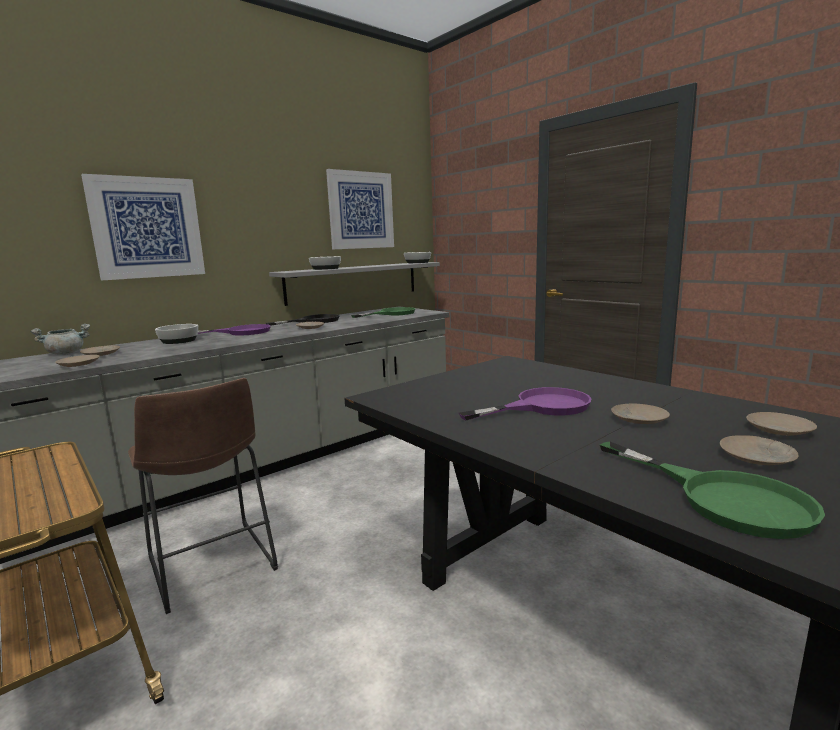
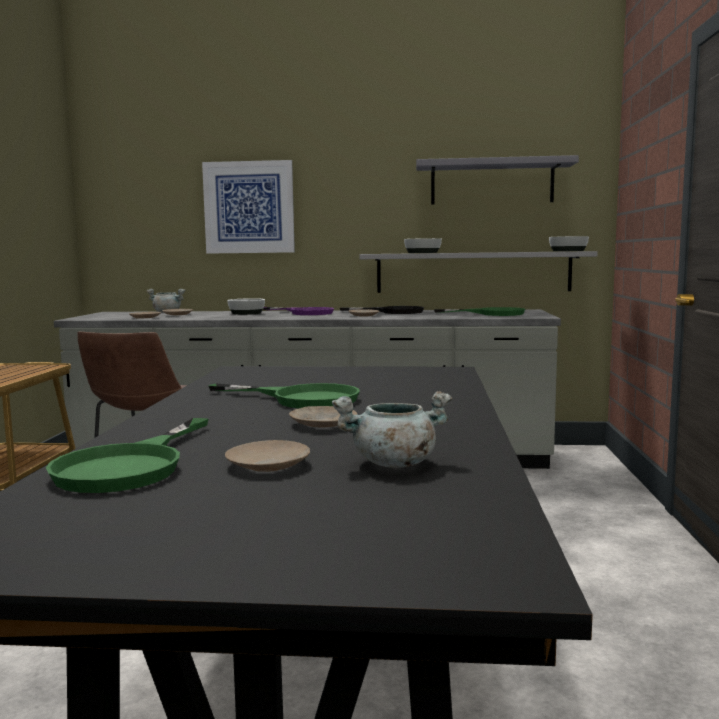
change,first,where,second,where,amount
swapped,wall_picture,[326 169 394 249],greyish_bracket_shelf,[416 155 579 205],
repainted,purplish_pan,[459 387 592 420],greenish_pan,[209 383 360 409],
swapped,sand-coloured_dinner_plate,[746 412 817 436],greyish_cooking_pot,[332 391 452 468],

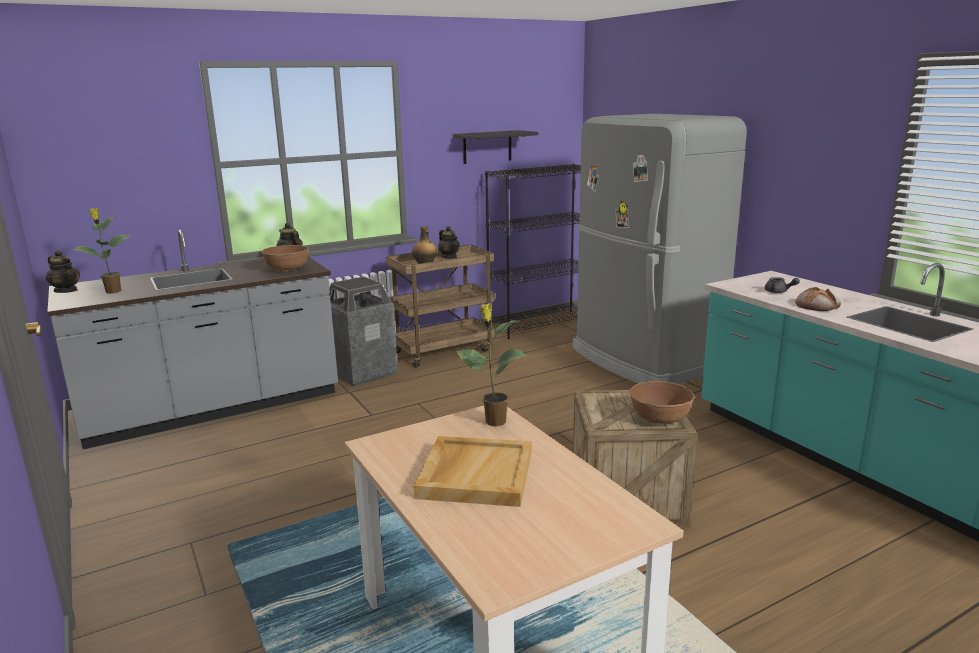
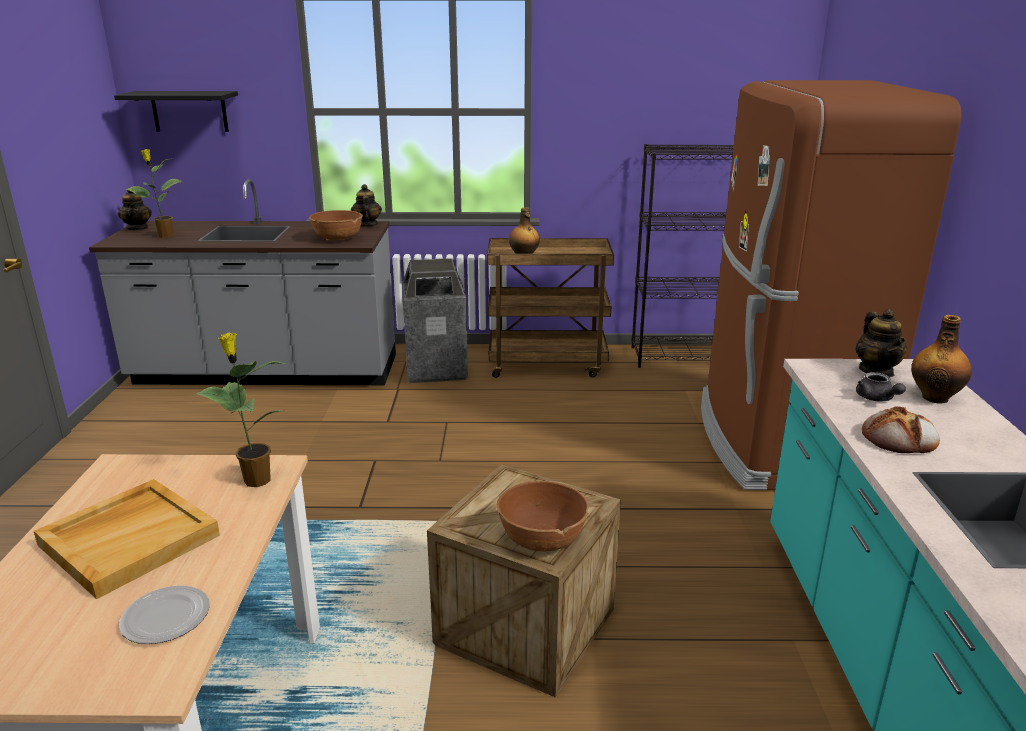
change,first,where,second,where,amount
repainted,greyish_refrigerator,[573 114 747 384],brown-coloured_refrigerator,[701 80 962 490],
shifted,black_bracket_shelf,[453 130 539 164],,[114 91 238 132],
shifted,pot_for_tea,[438 226 460 258],,[856 309 907 377],
new,,,beverage_bottle,[911 315 972 403],
new,,,dinner_plate,[119 586 210 644],

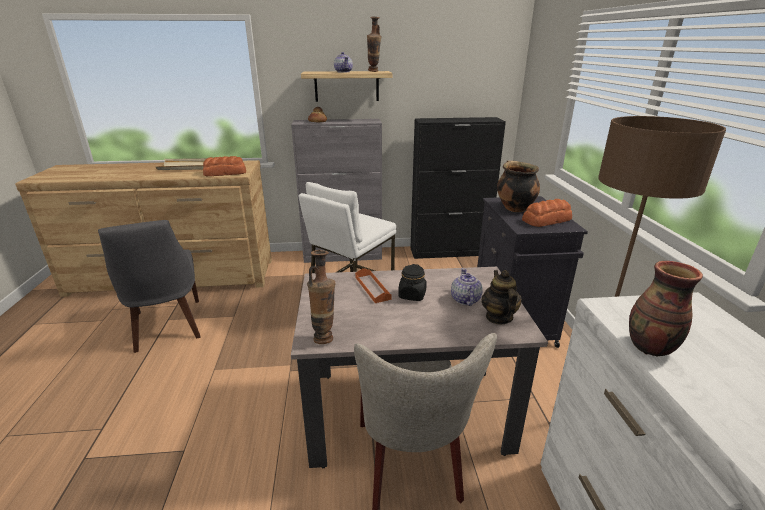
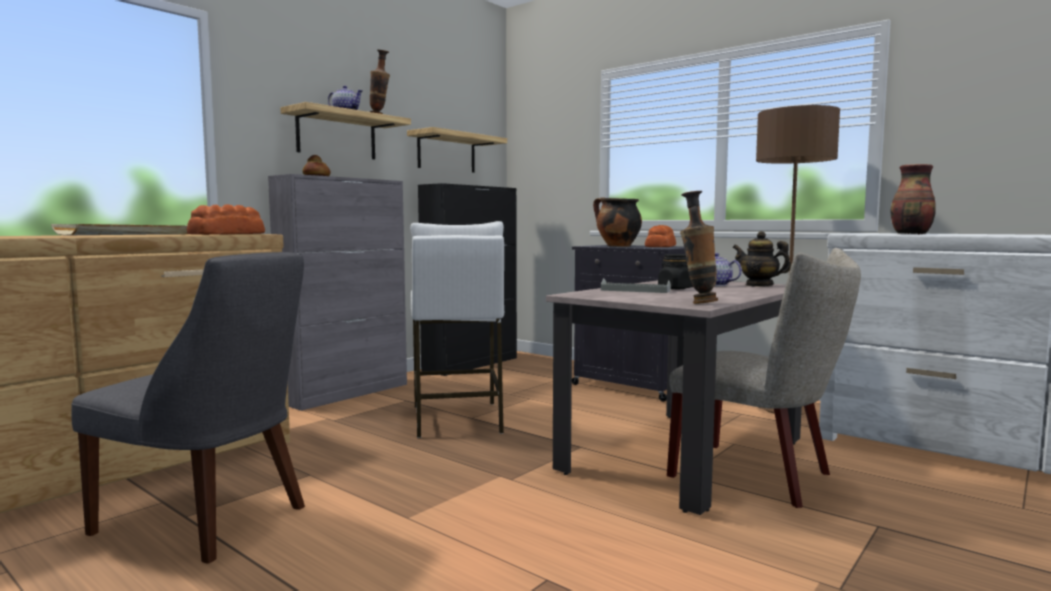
change,first,where,second,where,amount
repainted,orange-coloured_serving_tray,[355 268 391 303],greyish_serving_tray,[601 278 671 293],
new,,,bracket_shelf,[407 127 507 173],

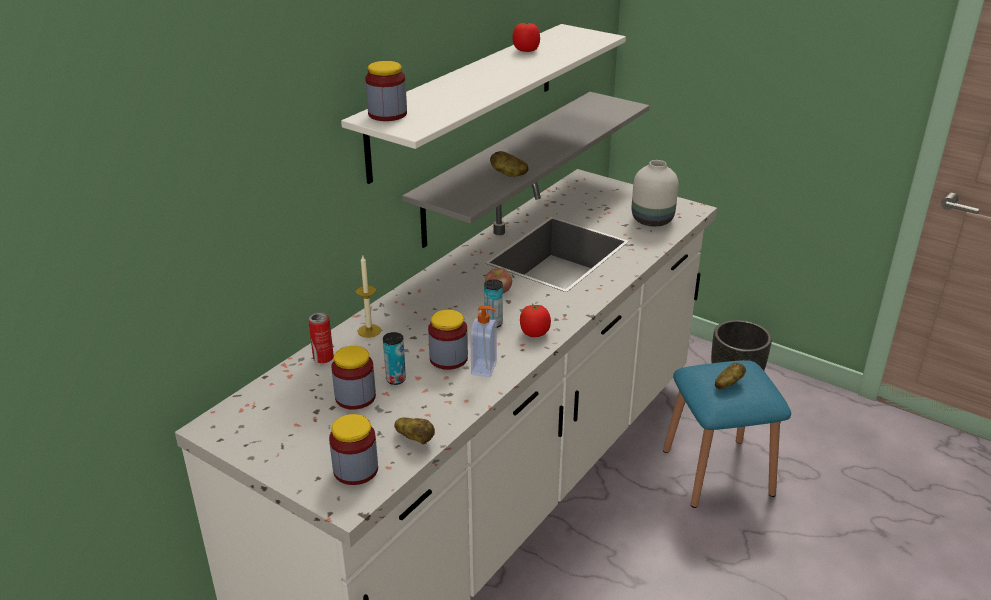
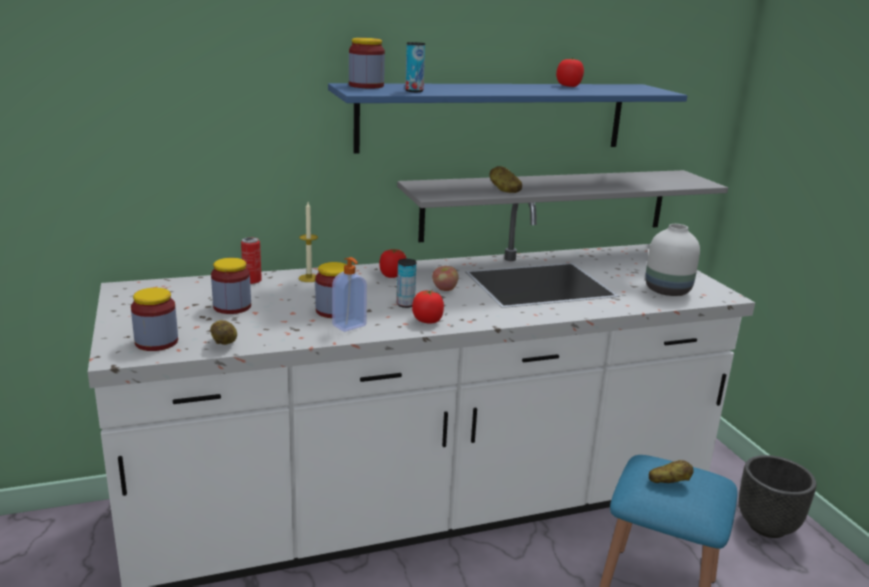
change,first,where,second,where,amount
repainted,white-coloured_bracket_shelf,[341 24 626 184],blue_bracket_shelf,[328 83 687 154],
shifted,can,[383 332 406 385],,[405 42 425 92],
new,,,fresh_tomato,[379 249 407 278],

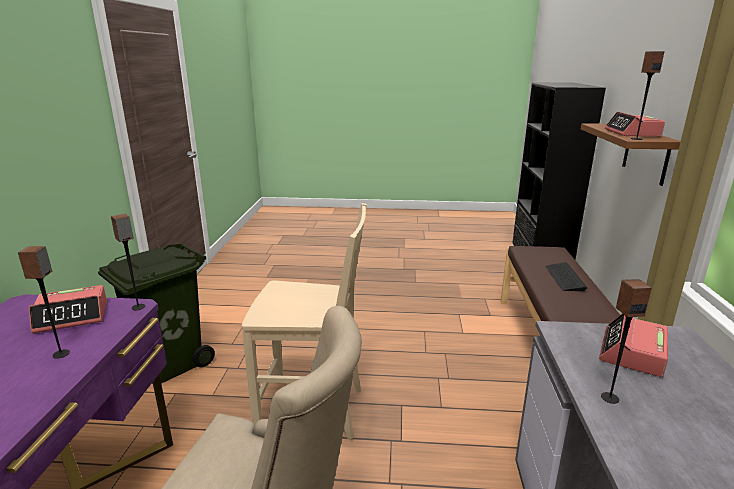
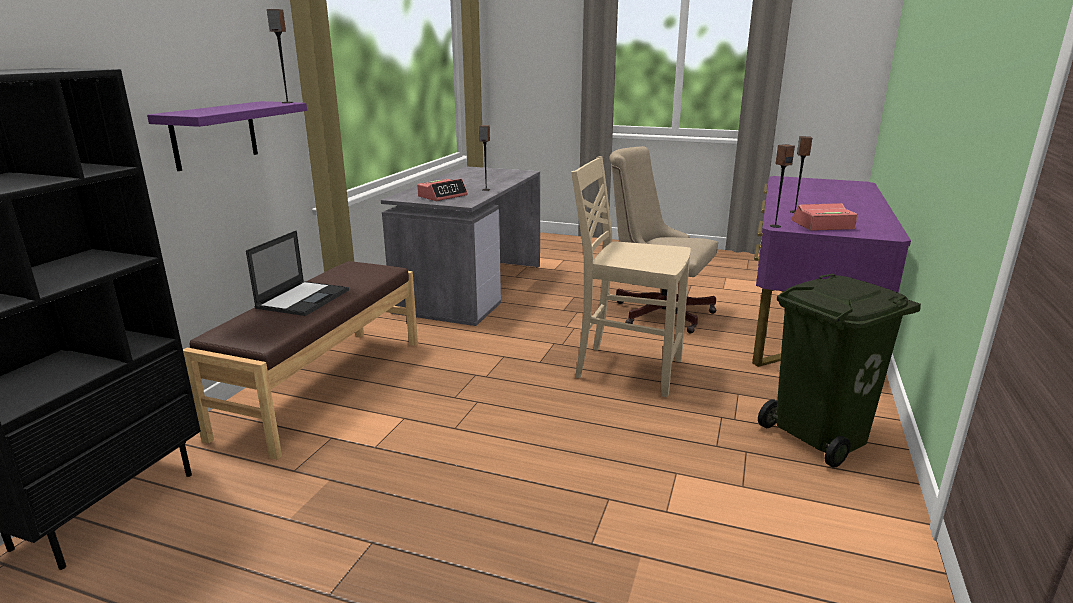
change,first,where,second,where,amount
gone,alarm_clock,[605 112 665 137],,,
repainted,brown-coloured_bracket_shelf,[581 123 681 186],purplish_bracket_shelf,[147 101 307 171],
swapped,PC_keyboard,[546 262 587 291],notebook_computer,[246 230 349 316],

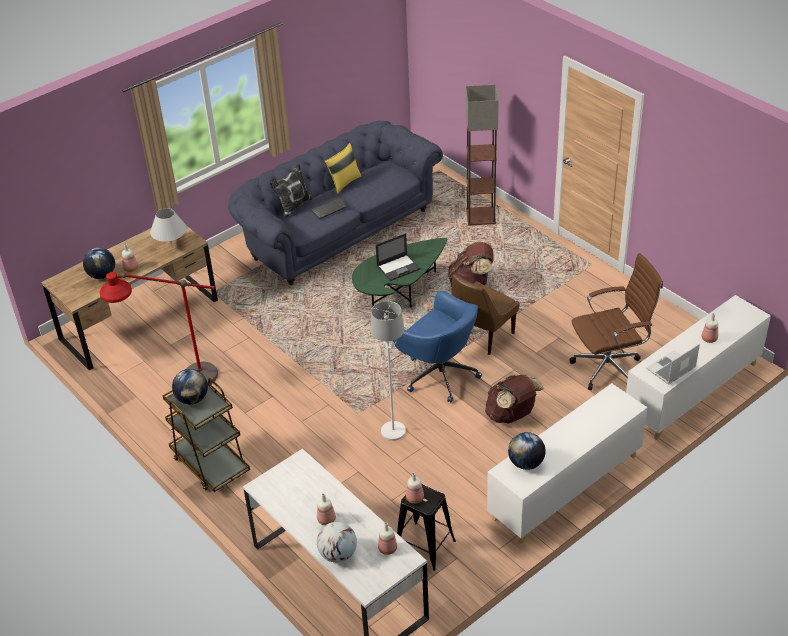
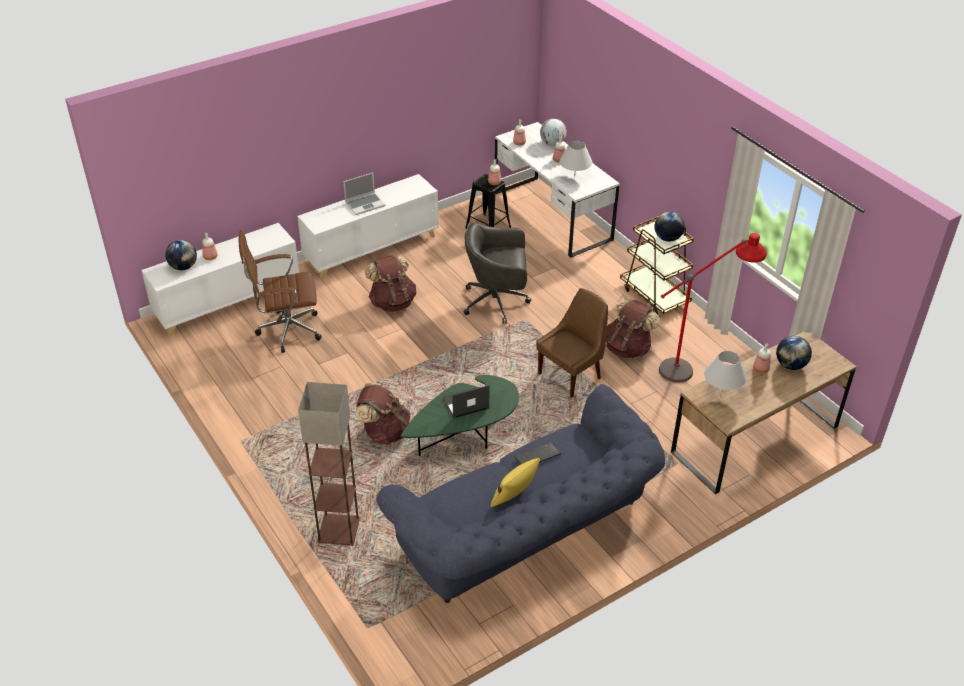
change,first,where,second,where,amount
gone,cushion,[270 164 313 219],,,
shifted,brown-coloured_plain_chair,[451 274 520 355],,[536 288 608 398],
gone,blue_desk_chair,[393 291 482 402],,,
swapped,white-coloured_floor_lamp,[370 301 406 441],greyish_desk_chair,[463 223 531 324],
shifted,notebook_computer,[646 343 700 385],,[343 172 385 215],
shifted,desk_globe,[508 432 546 470],,[165 240 197 270],
new,,,white-coloured_table_lamp,[559 141 593 177],
new,,,brown-coloured_rucksack,[606 299 660 358],

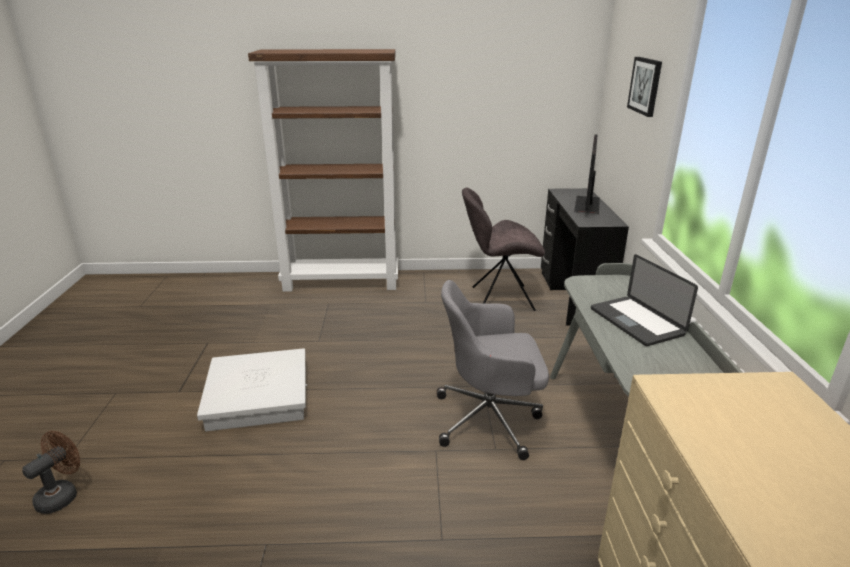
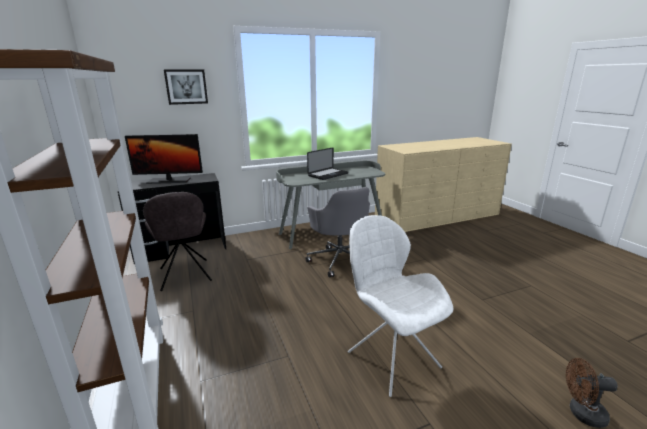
change,first,where,second,where,amount
swapped,white-coloured_storage_bin,[197 348 307 431],white-coloured_plain_chair,[348 215 453 397],

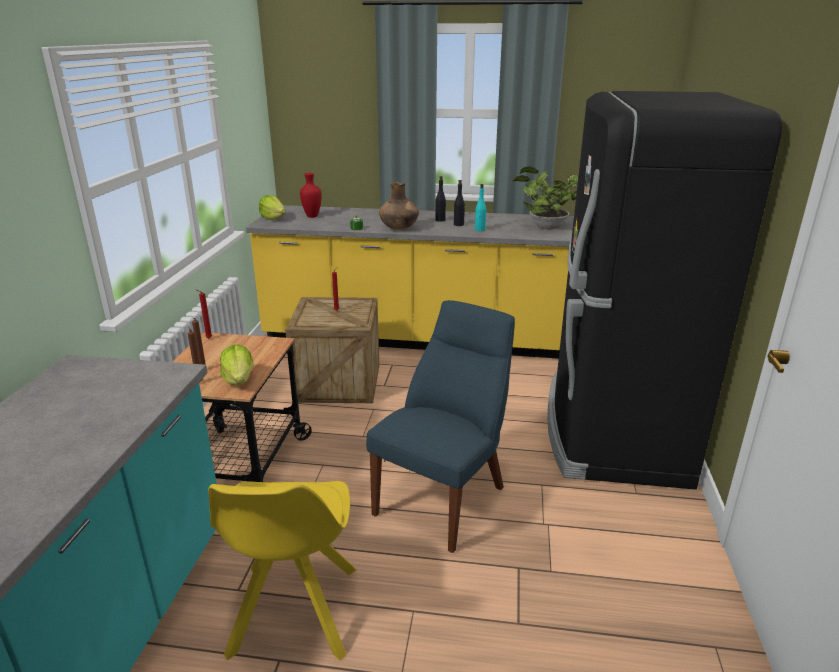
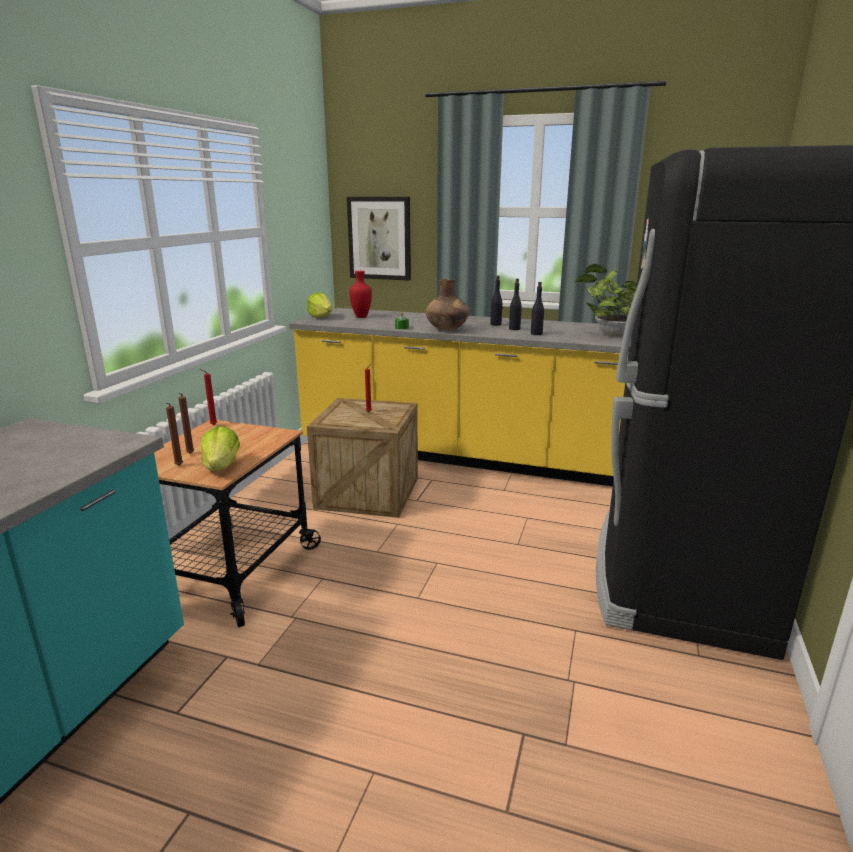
change,first,where,second,where,amount
repainted,turquoise_beverage_bottle,[475 184 486 231],black_beverage_bottle,[531 282 544 335],
gone,blue_plain_chair,[366 300 515 553],,,
gone,yellow_plain_chair,[208 481 356 660],,,
new,,,wall_picture,[347 197 411 281],

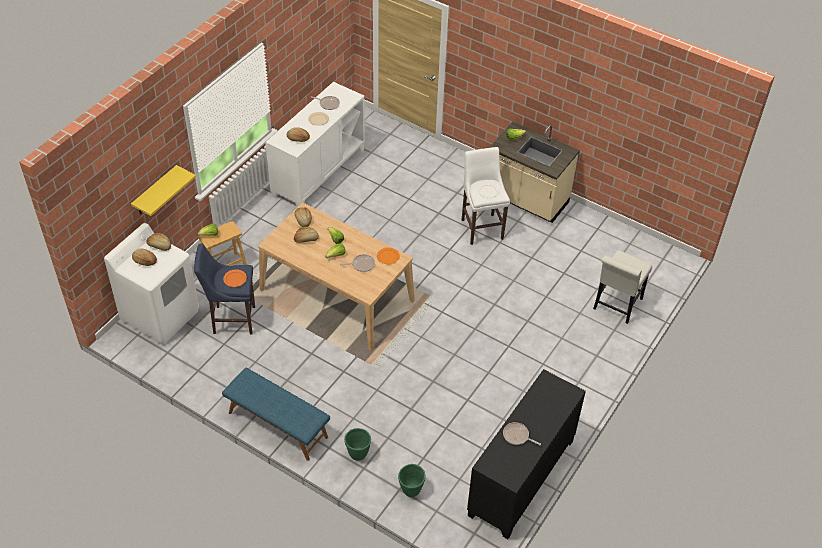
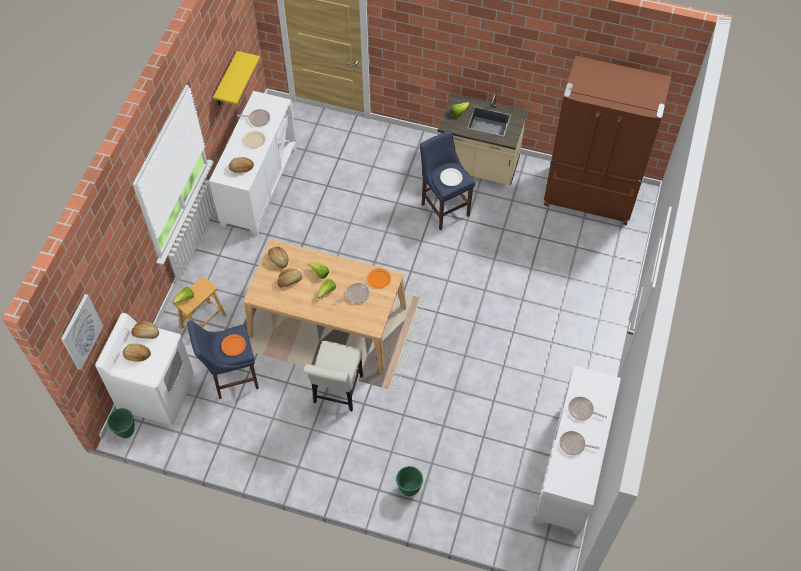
change,first,where,second,where,amount
repainted,white-coloured_stool,[462 147 510 245],blue_stool,[420 130 475 230],
shifted,yellow_bracket_shelf,[131 165 196 216],,[213 51 260 106],
shifted,white-coloured_plain_chair,[593 250 652 324],,[304 341 363 411],
gone,blue_indoor_bench,[222 368 330 461],,,
repainted,black_storage_cabinet,[467 369 586 539],white-coloured_storage_cabinet,[534 366 621 535],
shifted,greenish_flower_pot,[398 464 425 497],,[107 408 135 438],
new,,,brown-coloured_refrigerator,[544 56 671 225],
new,,,wall_picture,[61 294 103 370],
new,,,pan,[568 397 607 420],

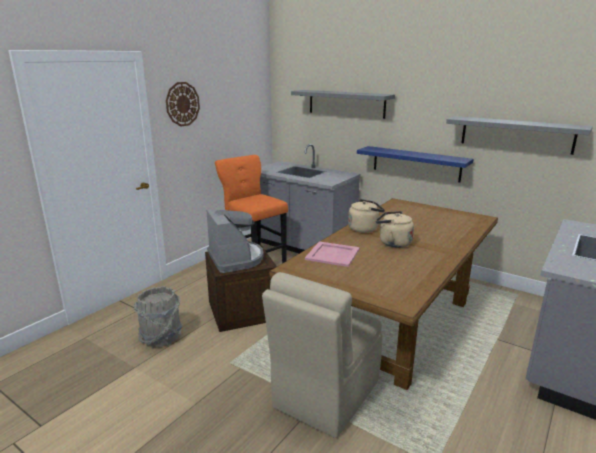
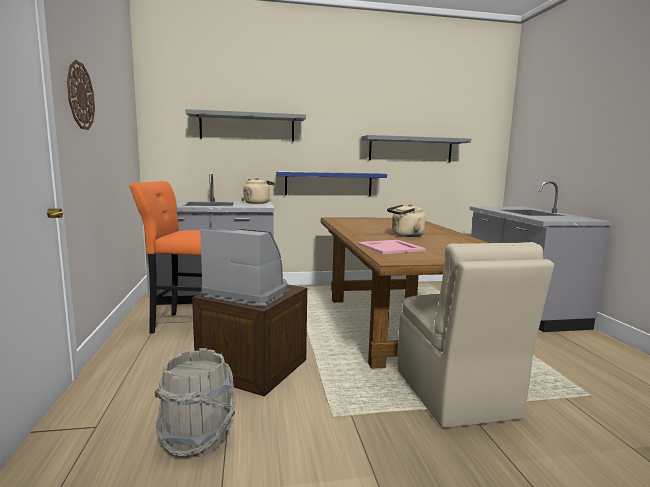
change,first,where,second,where,amount
shifted,sand-coloured_kettle,[348 199 385 233],,[242 178 274 204],

